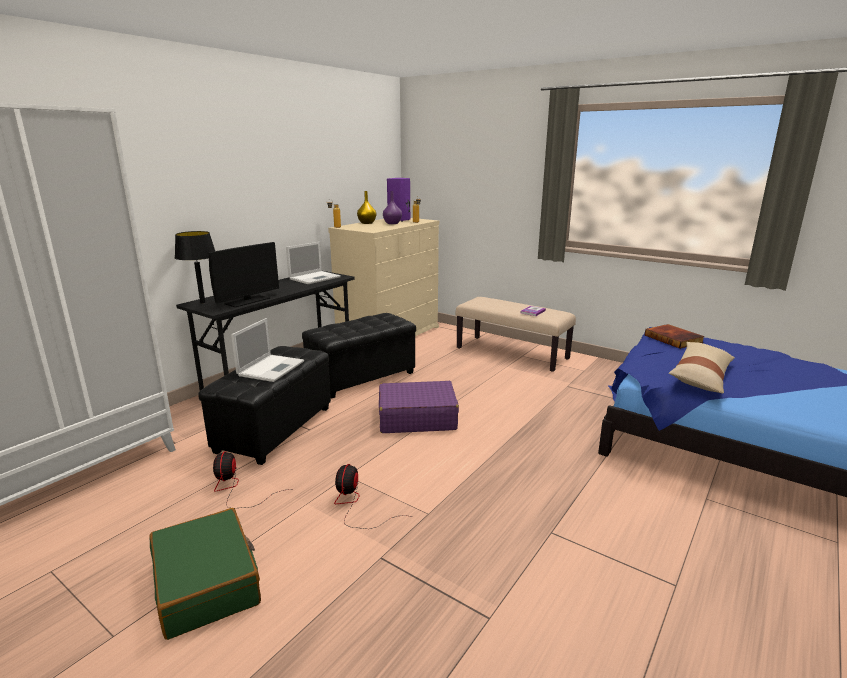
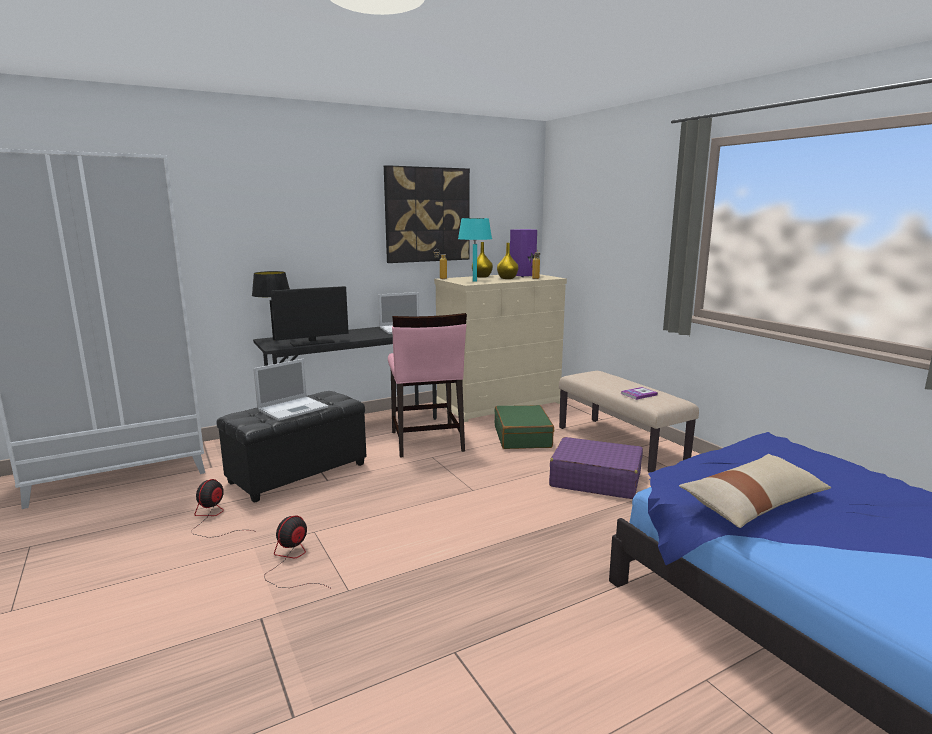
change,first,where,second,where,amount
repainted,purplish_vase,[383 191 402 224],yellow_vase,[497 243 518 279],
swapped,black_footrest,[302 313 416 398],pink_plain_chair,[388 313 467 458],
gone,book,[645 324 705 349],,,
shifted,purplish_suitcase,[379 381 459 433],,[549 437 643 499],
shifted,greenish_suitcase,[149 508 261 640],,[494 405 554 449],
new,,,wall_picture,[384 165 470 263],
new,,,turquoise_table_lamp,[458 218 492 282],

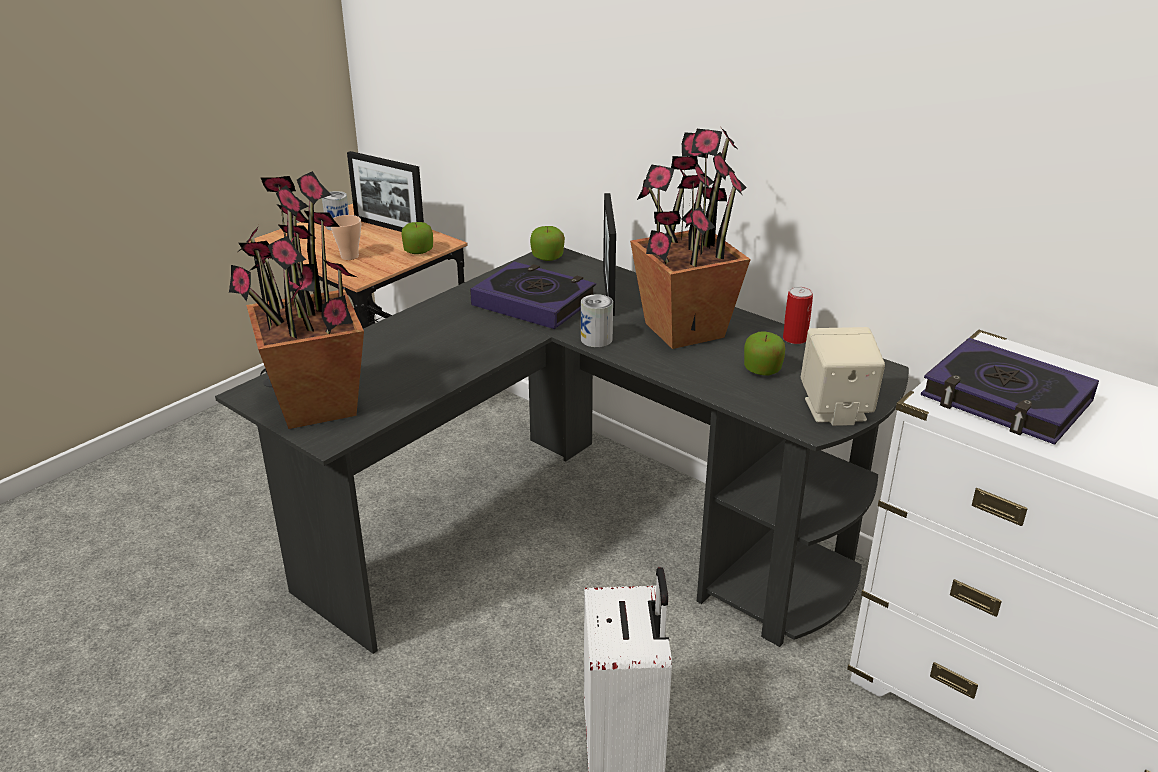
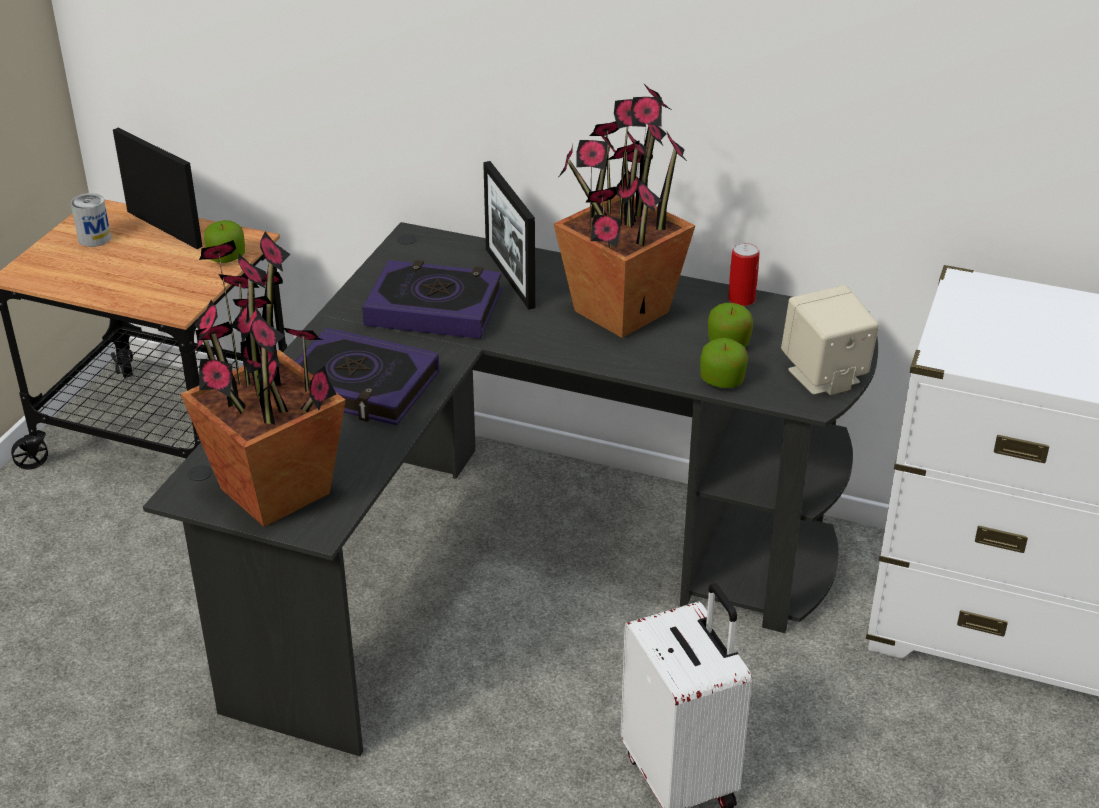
change,first,where,second,where,amount
rotated,picture_frame,[347 151 424 232],,[113 128 203 249],150 degrees counterclockwise
gone,cup,[331 215 361 260],,,
shifted,apple_fruit,[530 226 565 261],,[700 338 748 388],
gone,can,[581 294 613 347],,,
shifted,book,[921 338 1099 445],,[295 328 439 425],

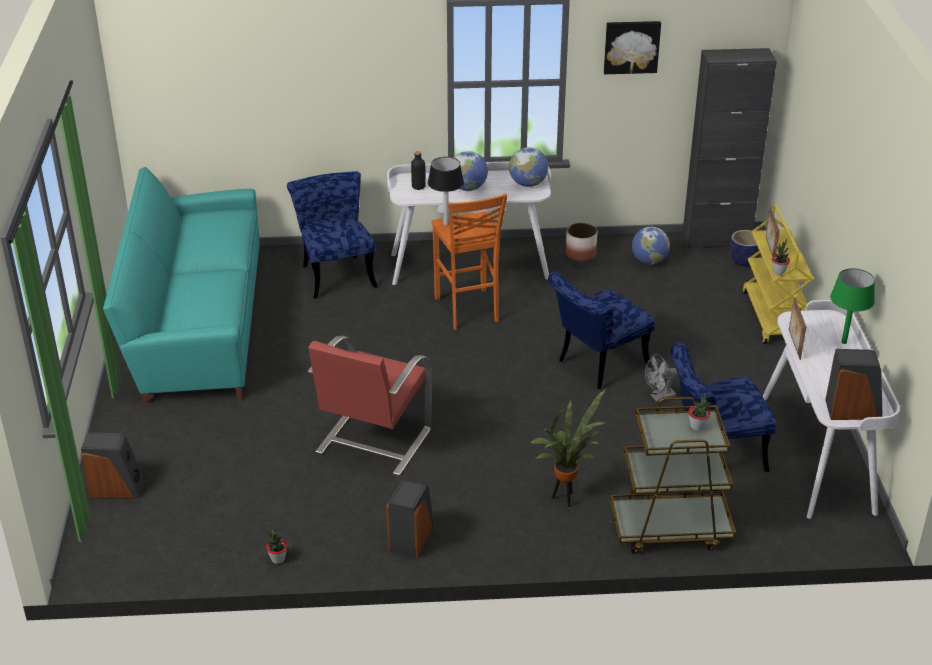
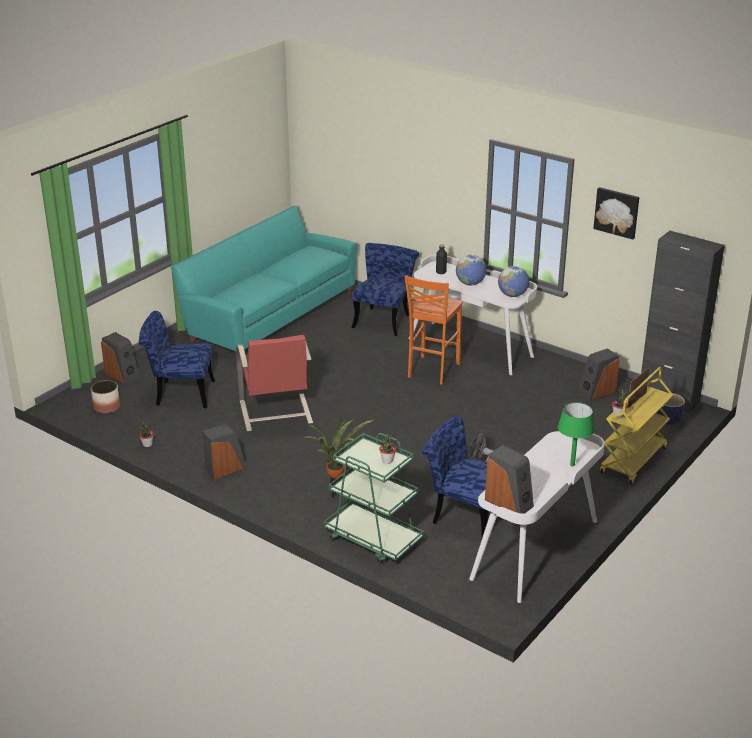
change,first,where,second,where,amount
gone,table_lamp,[428 157 464 225],,,
shifted,flower_pot,[565 223 597 262],,[91 380 120 414],
swapped,desk_globe,[632 227 670 265],loudspeaker,[579 348 620 401],
shifted,blue_plain_chair,[548 272 655 389],,[139 311 215 408],
gone,picture_frame,[789 298 806 360],,,
rotated,red_easy_chair,[308 336 432 476],,[236 335 313 432],75 degrees counterclockwise
repainted,brown-coloured_wheeled_cart,[610 397 736 554],greenish_wheeled_cart,[323 433 424 563],

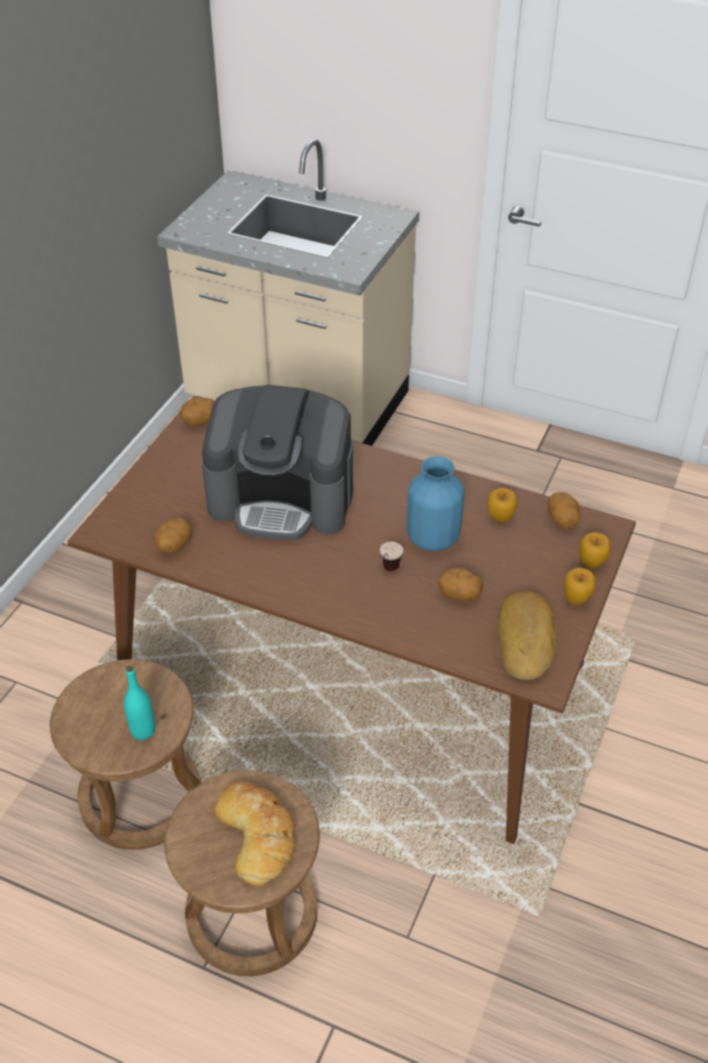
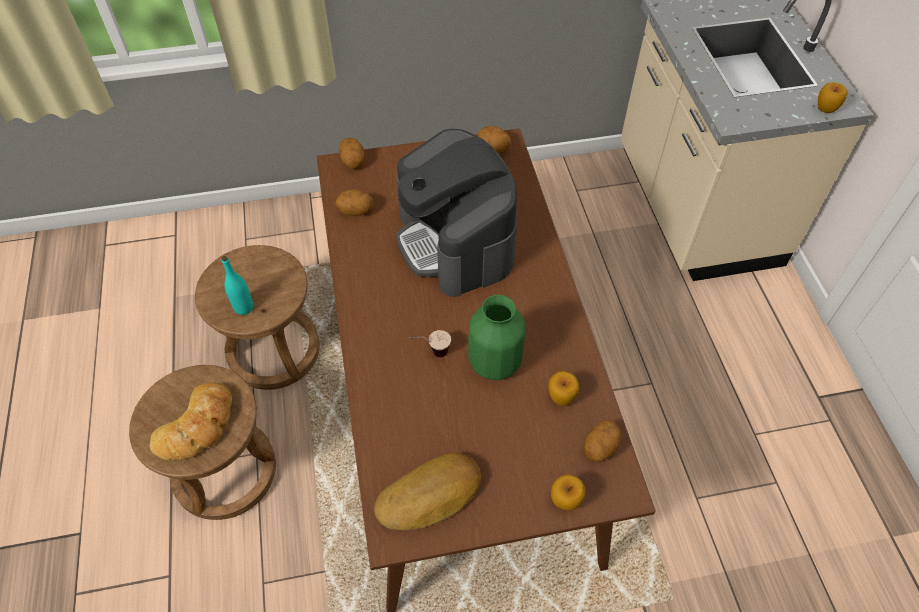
change,first,where,second,where,amount
repainted,blue_vase,[406 456 464 551],greenish_vase,[468 295 526 380],
shifted,apple_fruit,[564 567 596 605],,[818 82 848 113],
shifted,whole_potato,[437 568 483 601],,[339 138 365 169],

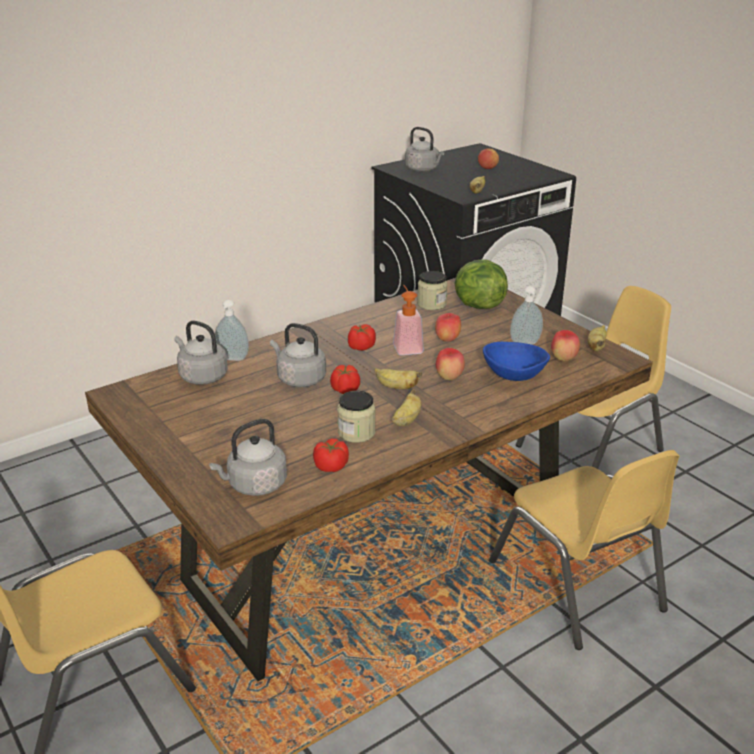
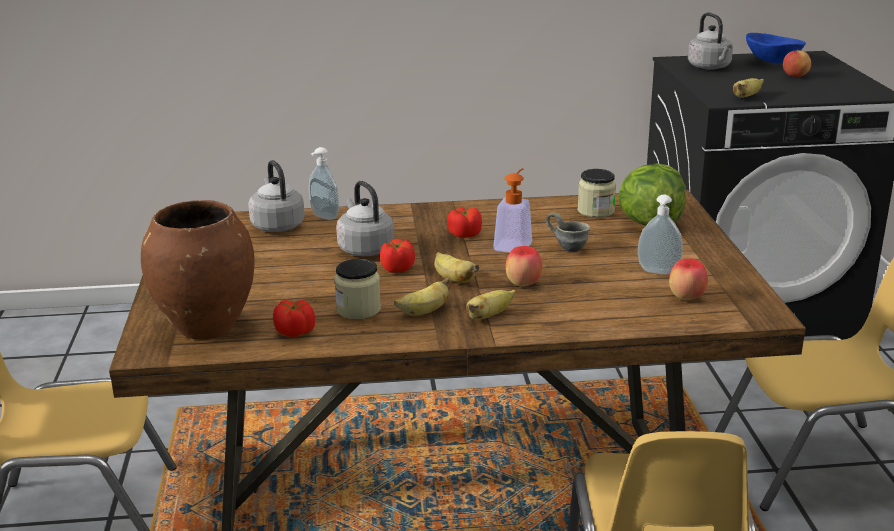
change,first,where,second,where,amount
swapped,apple_fruit,[435 313 461 342],greyish_mug,[546 212 590 252],
shifted,banana_fruit,[588 325 606 351],,[466 290 516 320],
shifted,blue_serving_bowl,[483 342 550 381],,[746 33 806 63],
swapped,greyish_kettle,[209 419 287 496],brown-coloured_vase,[141 200 254 340],

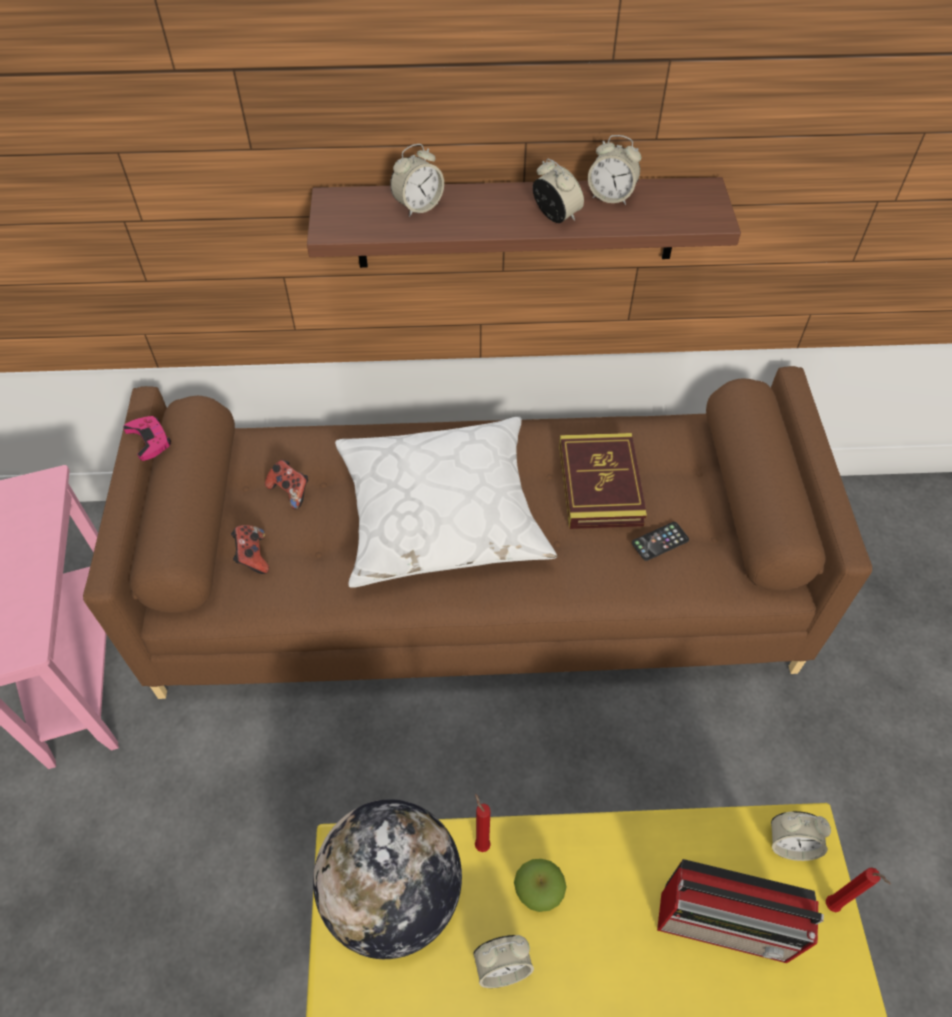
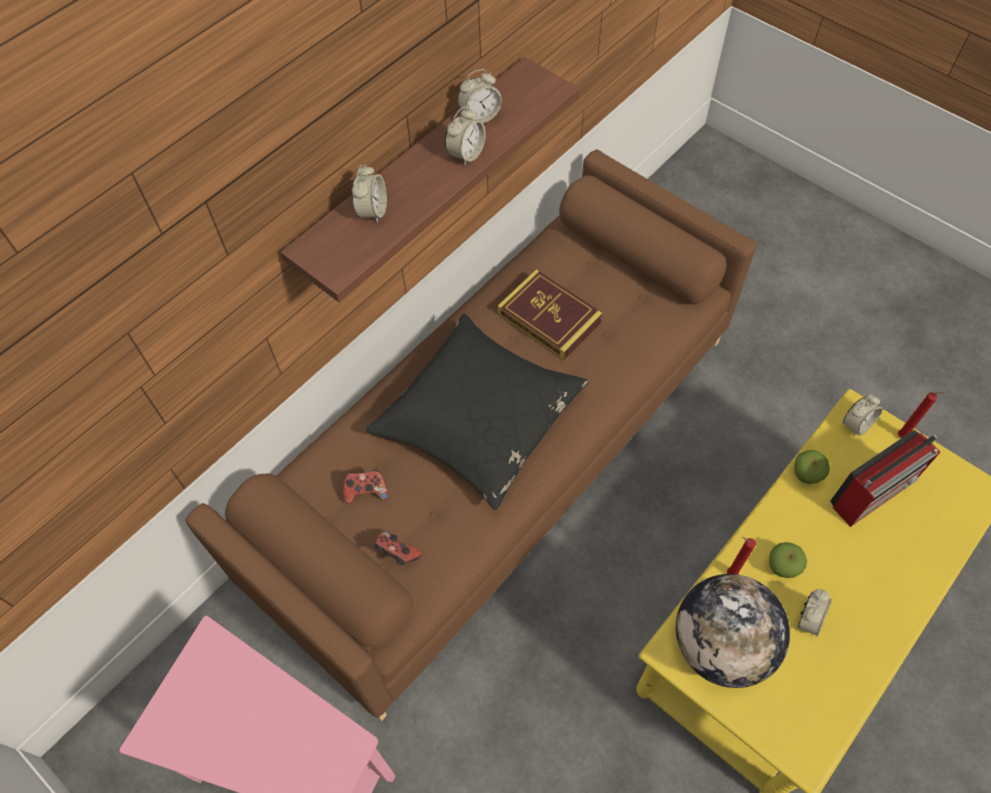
change,first,where,second,where,amount
rotated,alarm_clock,[533 159 584 223],,[445 106 486 166],120 degrees clockwise
gone,pink_joypad,[123 416 171 461],,,
repainted,white-coloured_cushion,[335 417 557 588],black_cushion,[366 314 589 510],
gone,phone,[632 522 689 561],,,
new,,,apple_fruit,[794 450 830 484],

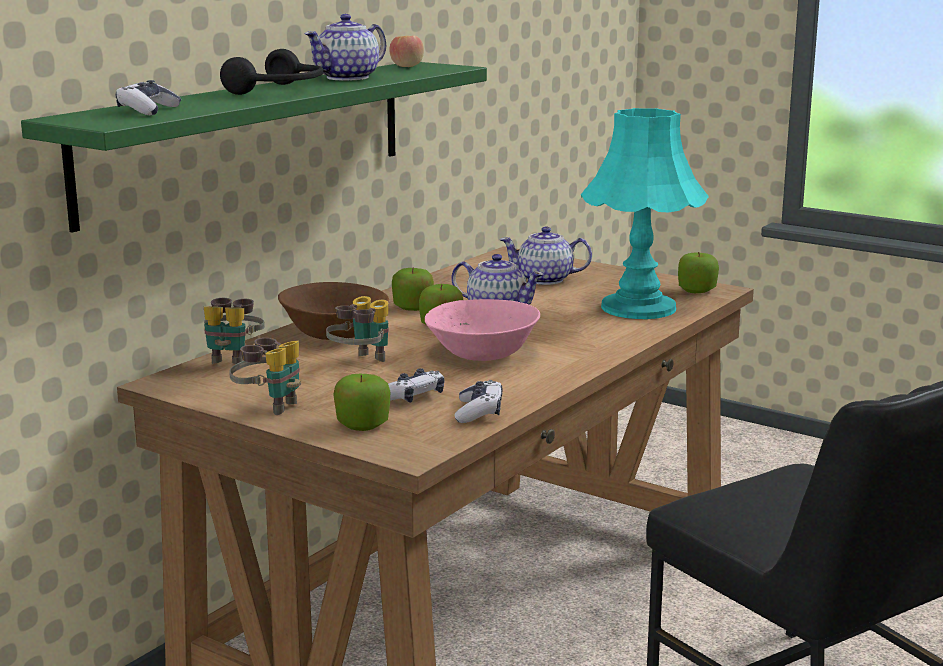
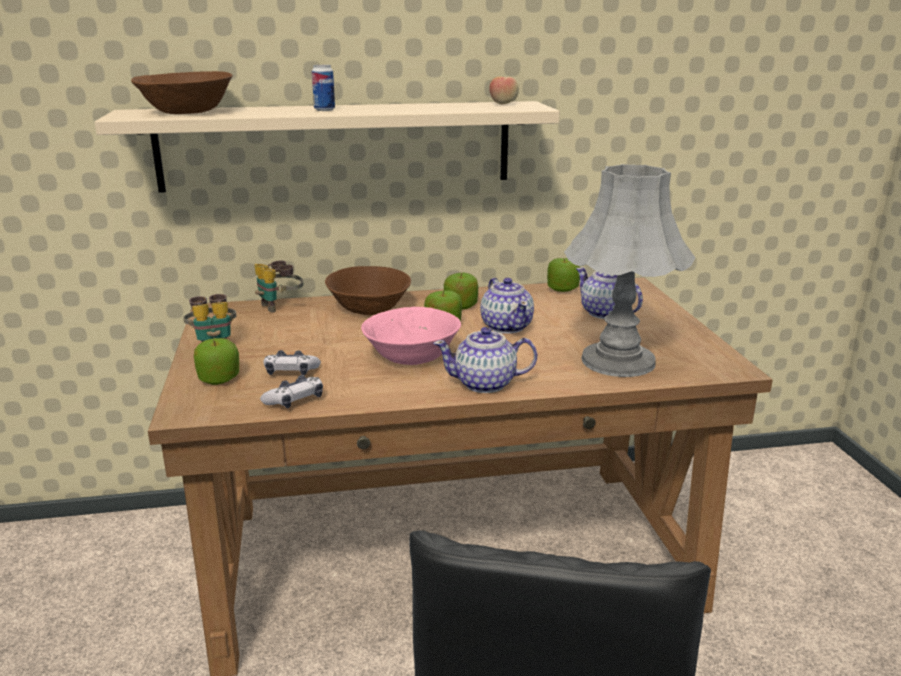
change,first,where,second,where,amount
shifted,pot_for_tea,[304 14 386 81],,[433 327 537 393],
swapped,black_pair_of_headphones,[220 49 323 95],can,[312 65 335 111],
repainted,greenish_bracket_shelf,[21 62 487 233],sand-coloured_bracket_shelf,[94 101 560 193],
swapped,joypad,[116 80 181 115],brown-coloured_serving_bowl,[131 71 232 114],
repainted,turquoise_table_lamp,[581 108 709 319],greyish_table_lamp,[564 164 696 377],
shifted,apple_fruit,[678 252 719 293],,[547 258 580 292],
gone,pair_of_binoculars,[326 296 389 362],,,

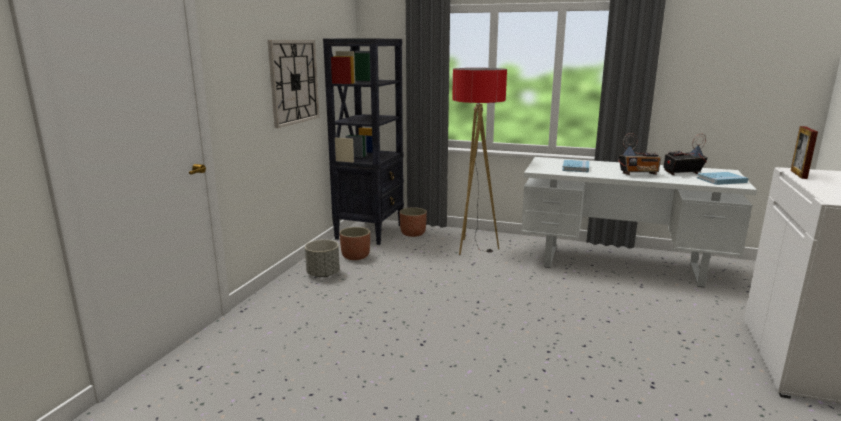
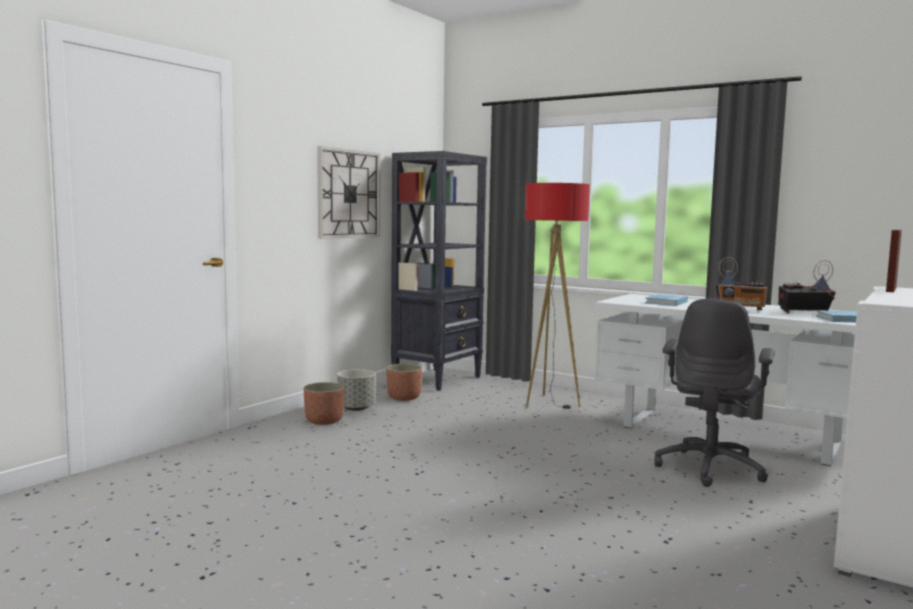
change,first,where,second,where,amount
shifted,flower_pot,[399 207 427 237],,[304 382 345 425],
new,,,greyish_desk_chair,[654 299 775 487],

